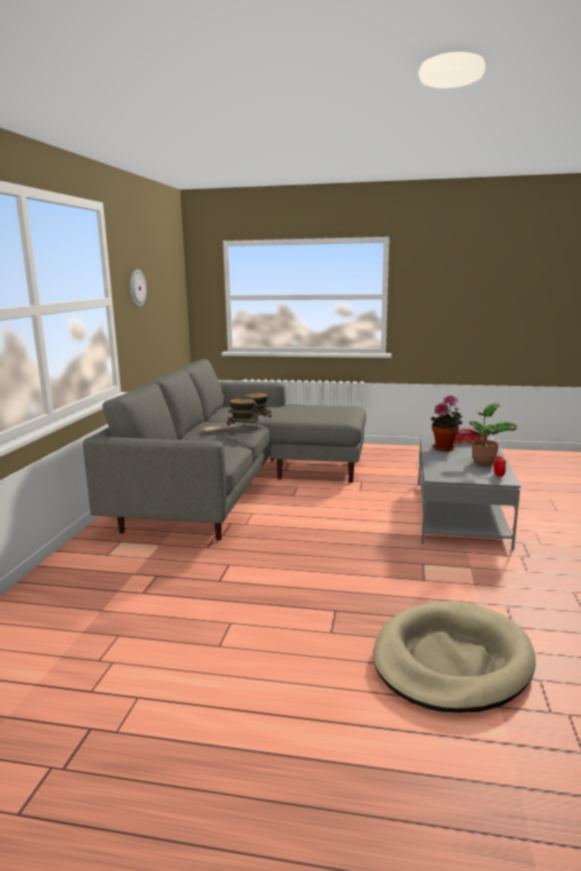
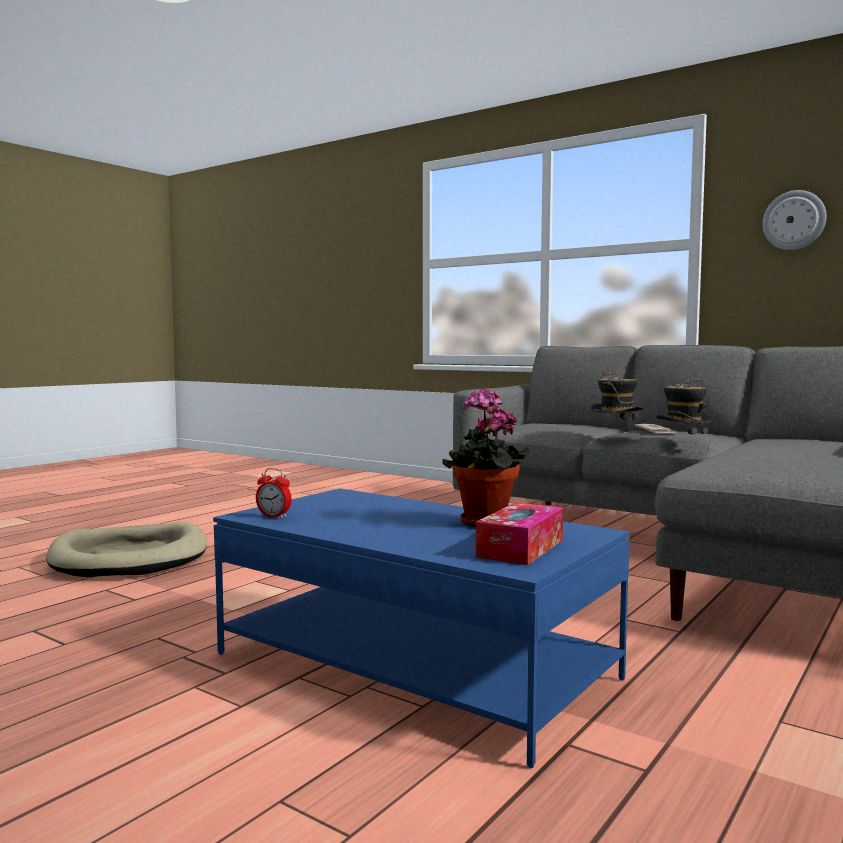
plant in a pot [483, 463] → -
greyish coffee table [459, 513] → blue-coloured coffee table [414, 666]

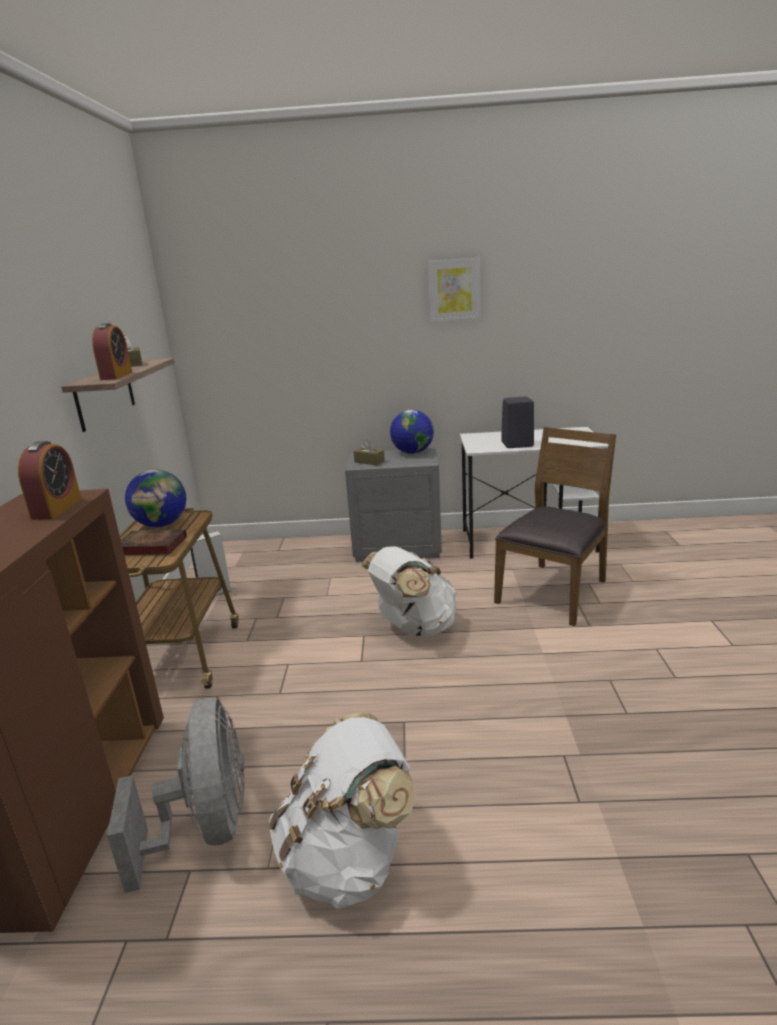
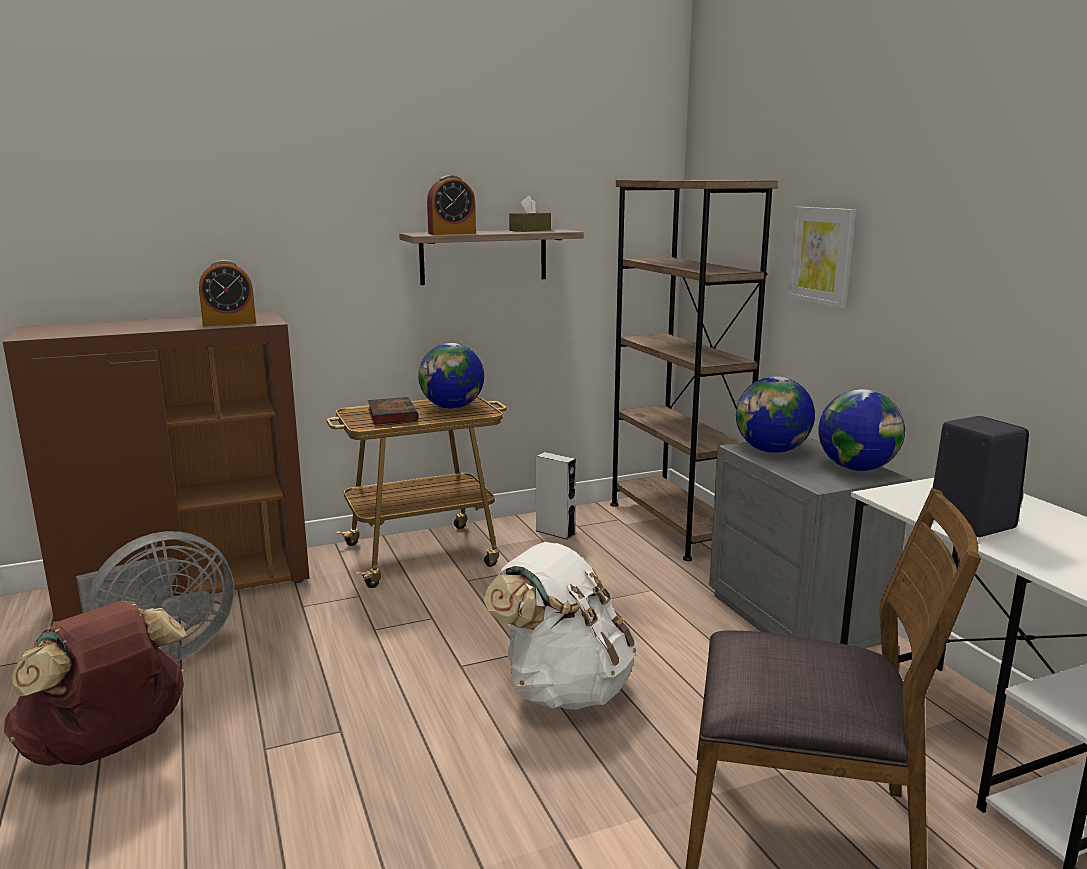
- → brown shelving unit [674, 525]
picture [454, 290] → picture [822, 256], relocated
brown box of tissues [369, 462] → desk globe [772, 451]
whitish knapsack [347, 859] → brown knapsack [109, 746]

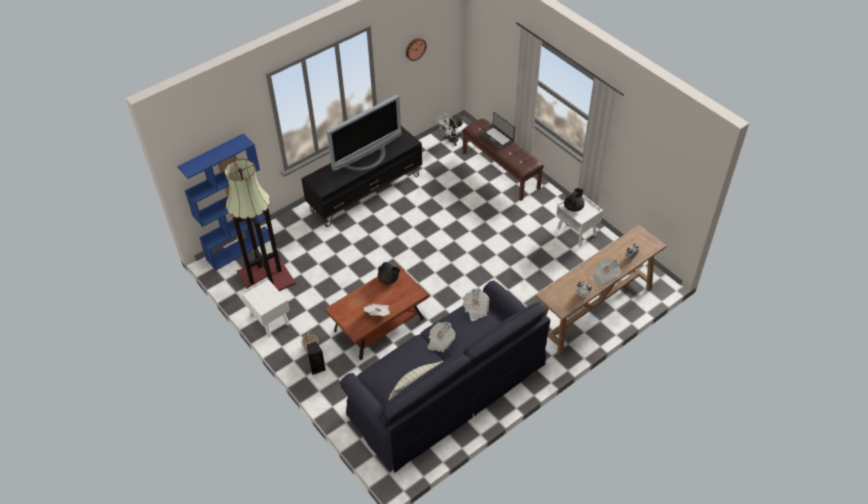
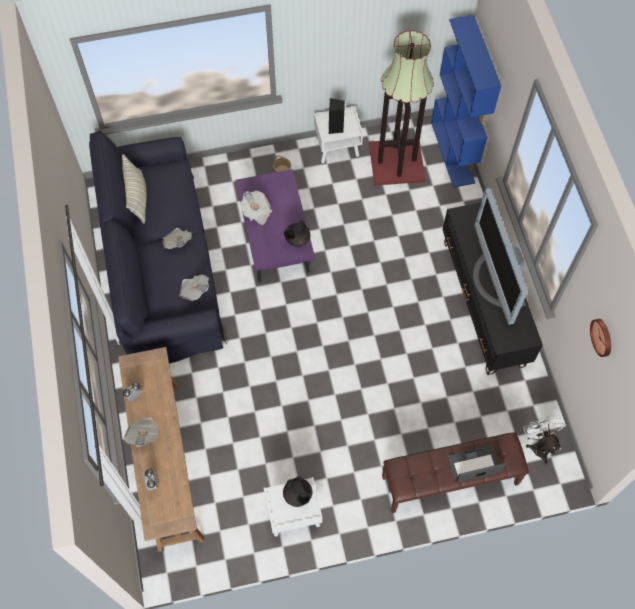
blackish speaker [317, 367] → blackish speaker [336, 128], relocated
brown coffee table [379, 325] → purplish coffee table [275, 239]

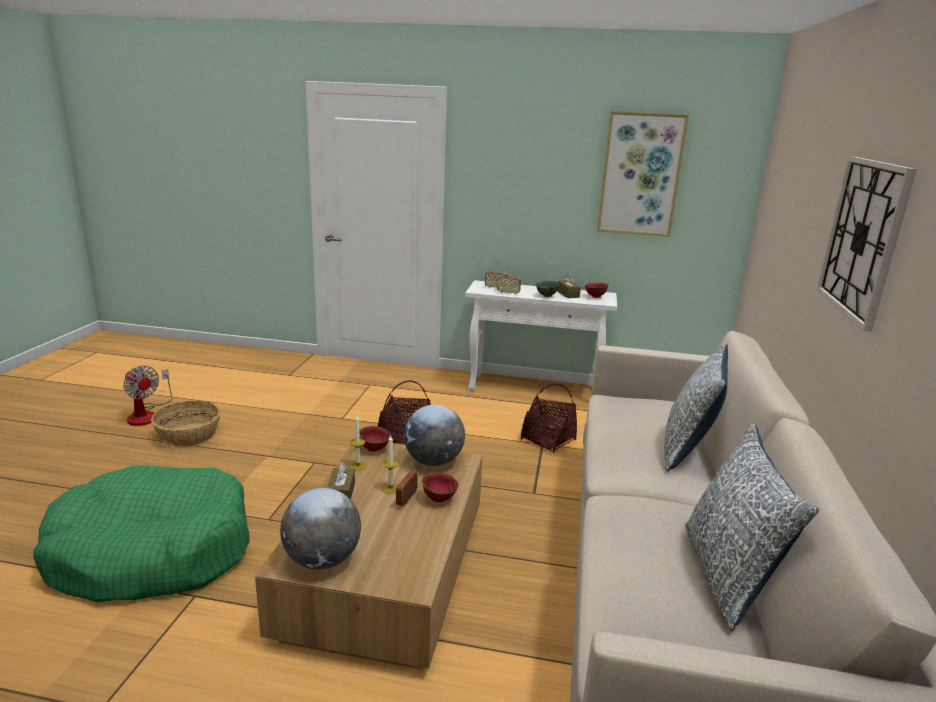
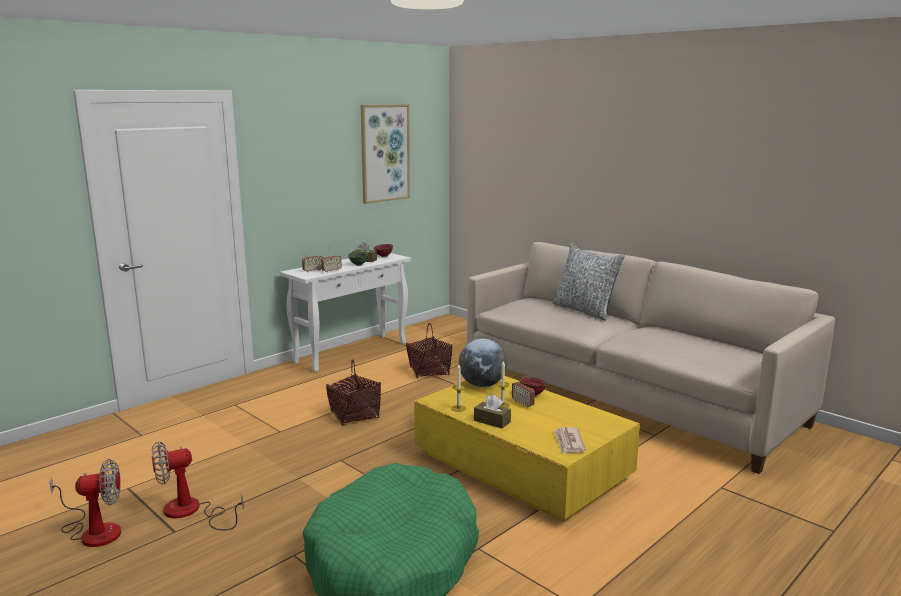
reddish deep dish [374, 449] → -
cushion [728, 576] → -
clock on the wall [863, 238] → -
household basket [189, 435] → electric fan [191, 512]
desk globe [322, 560] → daily paper [569, 442]
brown coffee table [386, 571] → yellowish coffee table [522, 466]

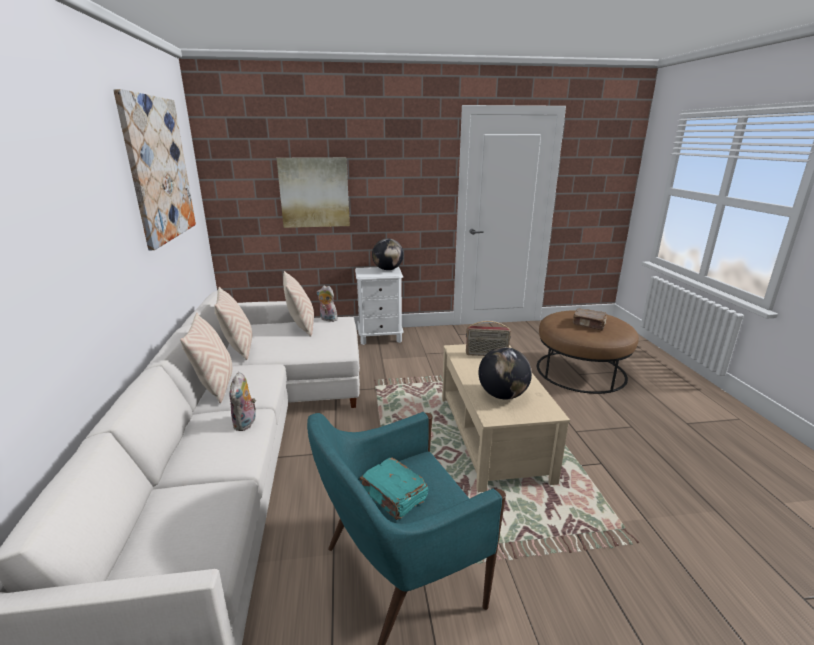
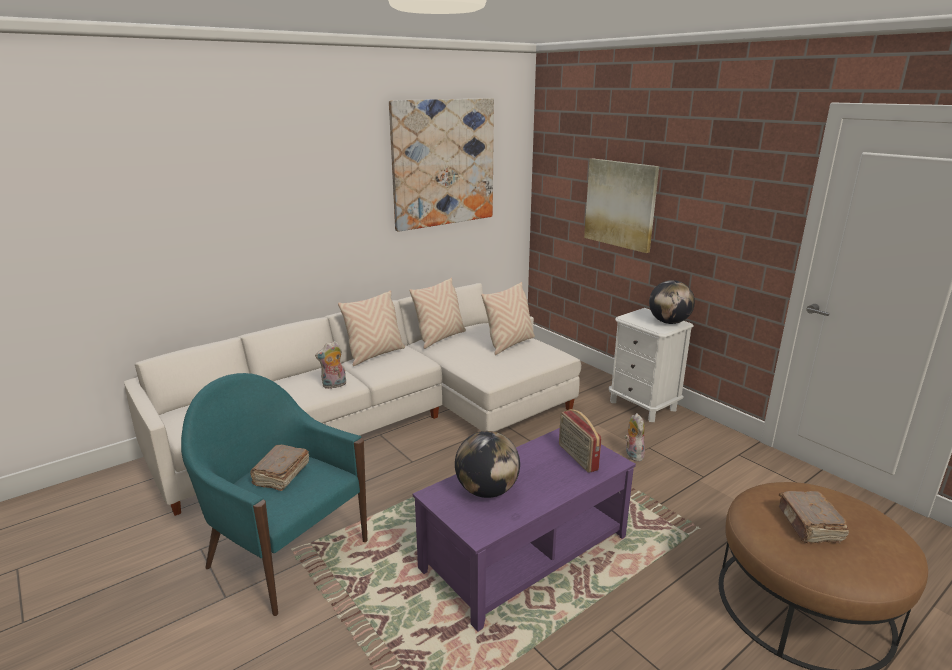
soft toy [327, 319] → soft toy [632, 454], relocated
turquoise-coloured bound book [394, 496] → brown bound book [281, 475]
beige coffee table [490, 436] → purplish coffee table [524, 551]

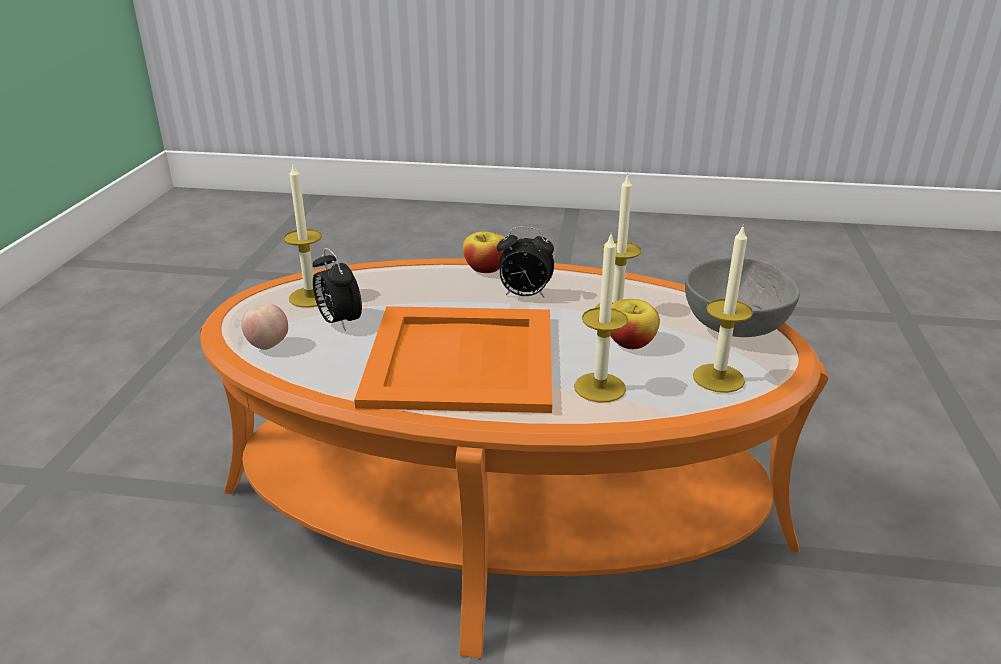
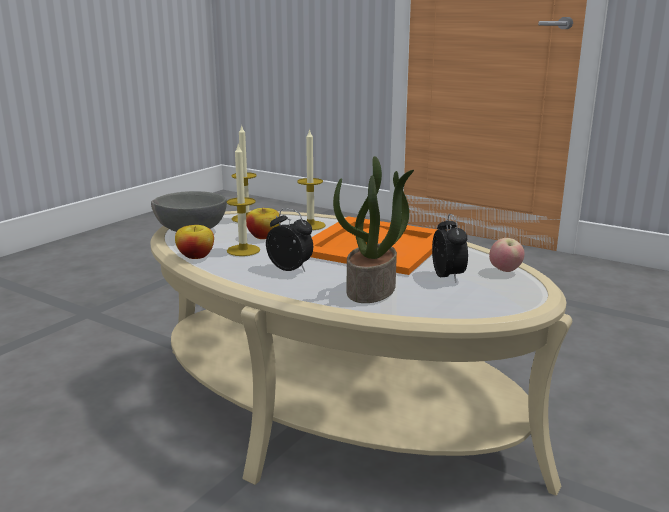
wax light [310, 297] → -
- → plant in a pot [372, 290]
apple [486, 269] → apple [196, 256], relocated
orange-coloured coffee table [499, 514] → beige coffee table [334, 409]

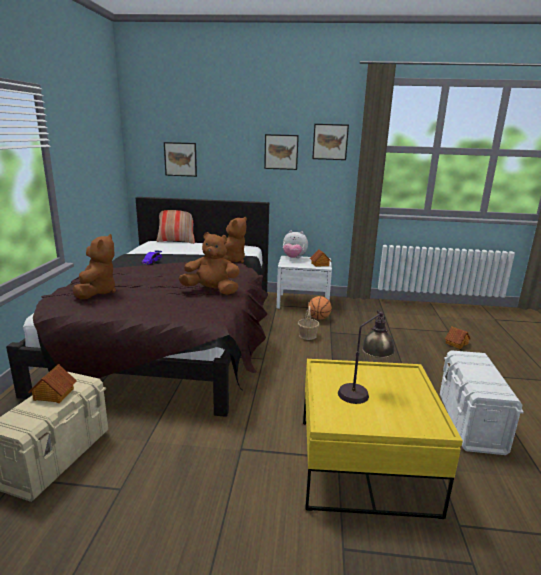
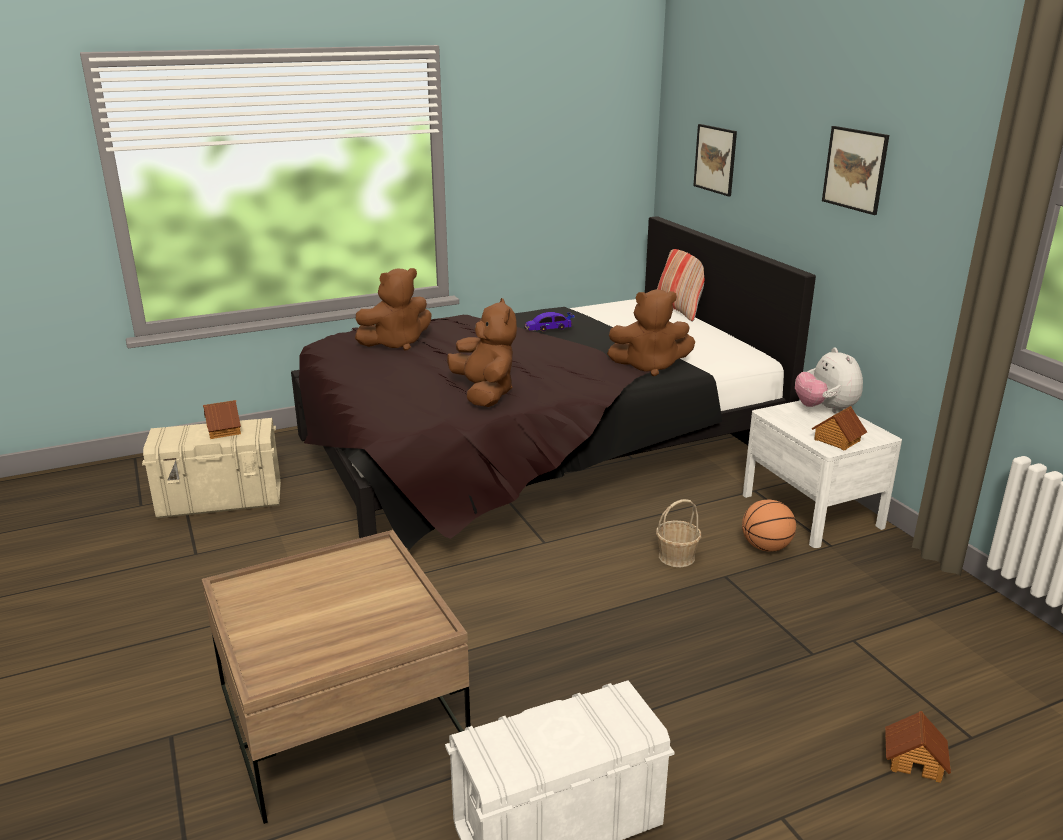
picture [330, 142] → -
tabletop lamp [363, 392] → -
yellowish coffee table [364, 464] → brown coffee table [341, 716]

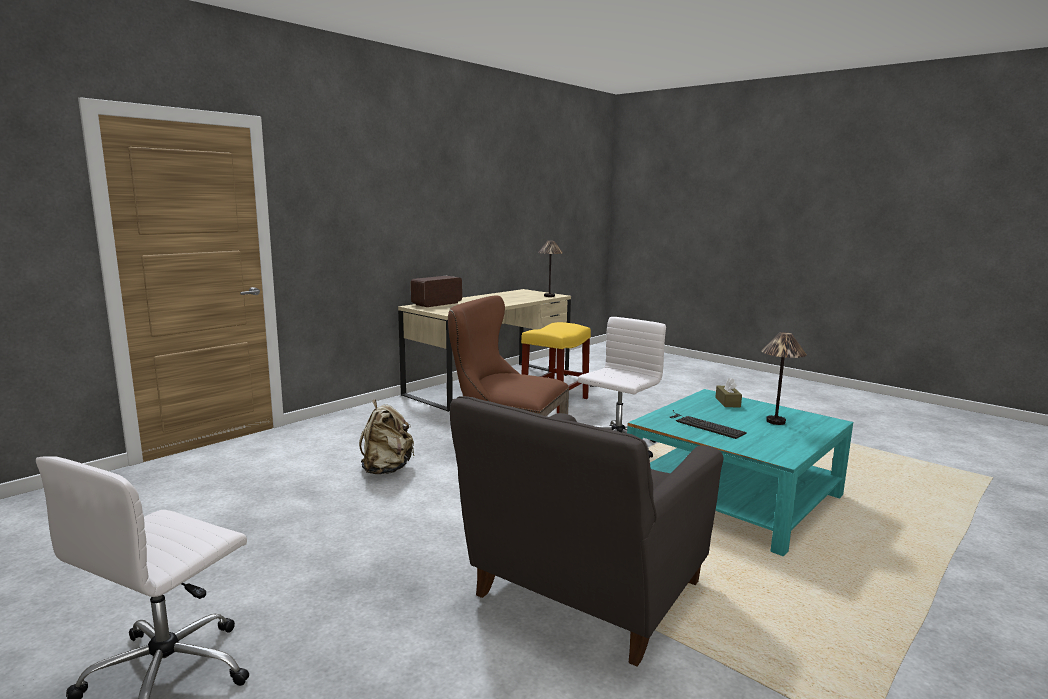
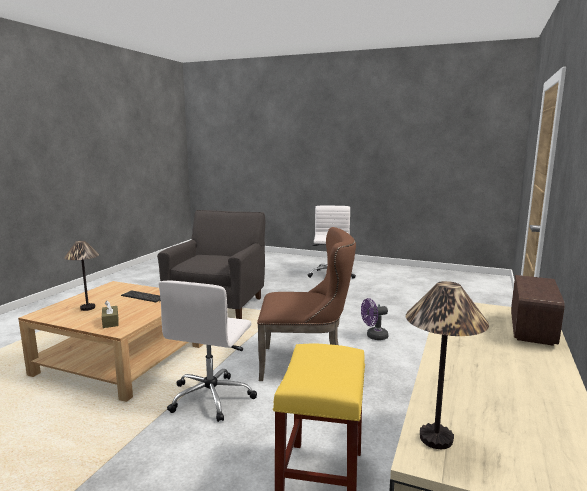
beige knapsack [386, 469] → purplish electric fan [374, 336]
turquoise-coloured coffee table [734, 497] → beige coffee table [121, 360]

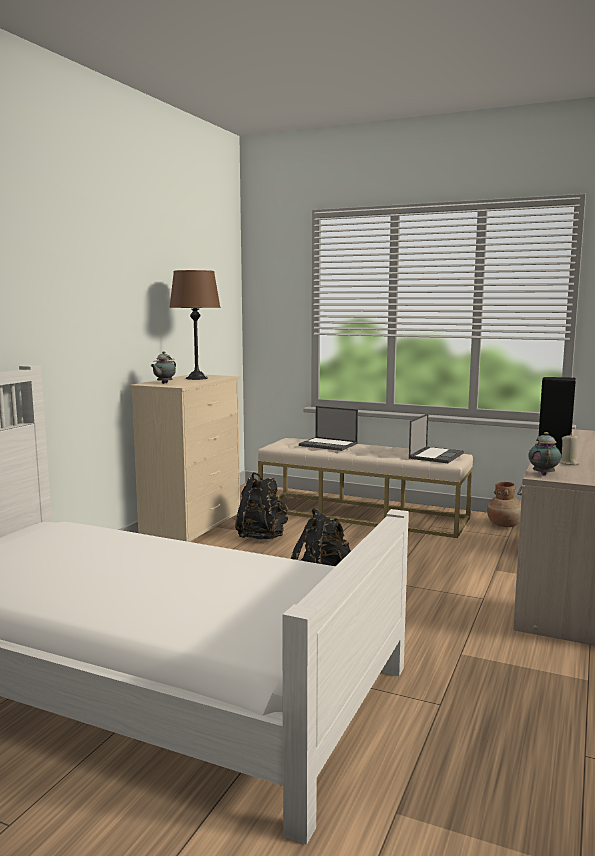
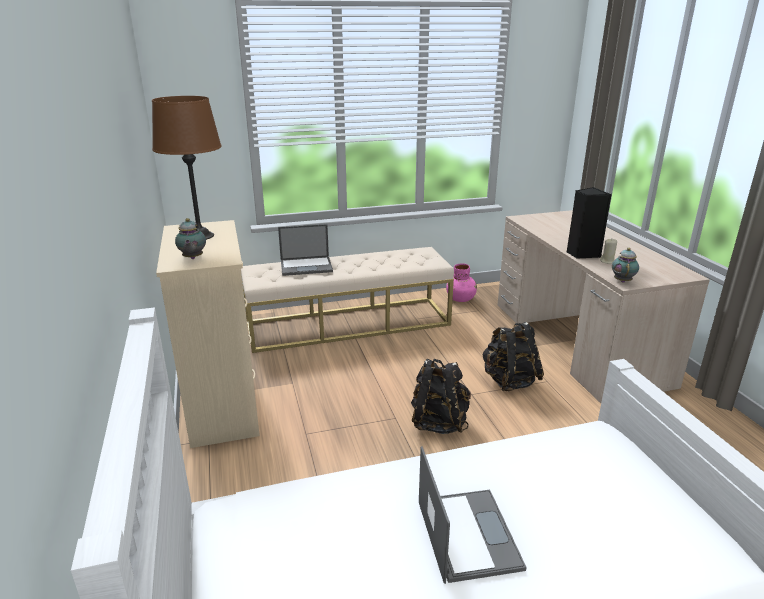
blackish knapsack [262, 536] → blackish knapsack [509, 381], relocated
notebook computer [436, 455] → notebook computer [467, 533], relocated
brown vase [505, 525] → pinkish vase [460, 299]
tea pot [543, 474] → tea pot [622, 280], 45 degrees clockwise

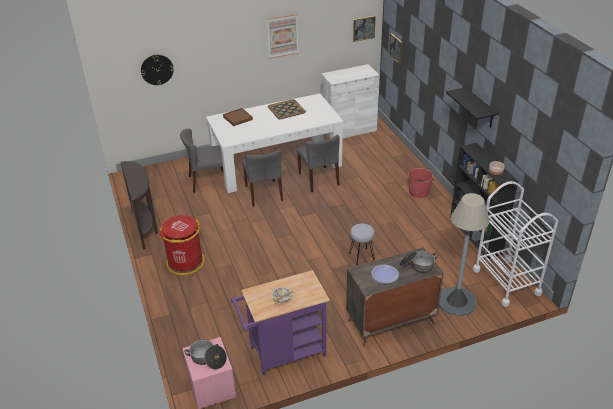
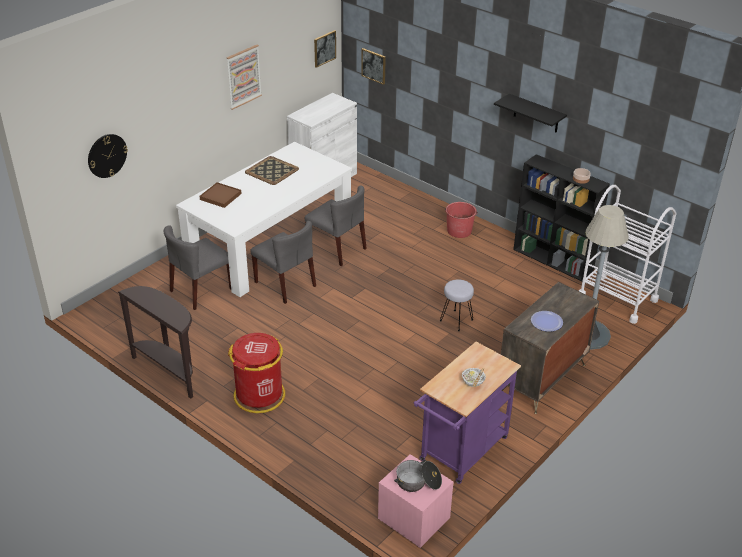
stockpot [417, 266] → -

